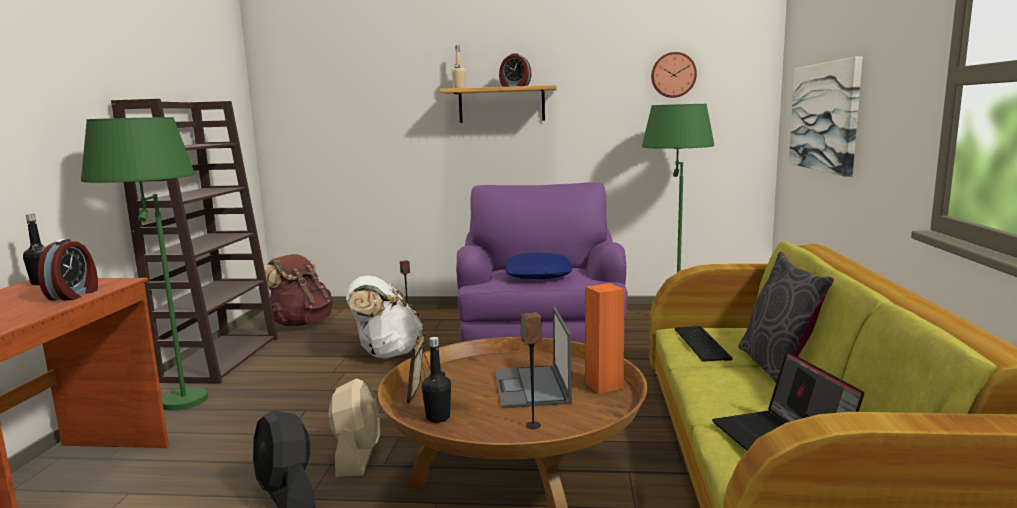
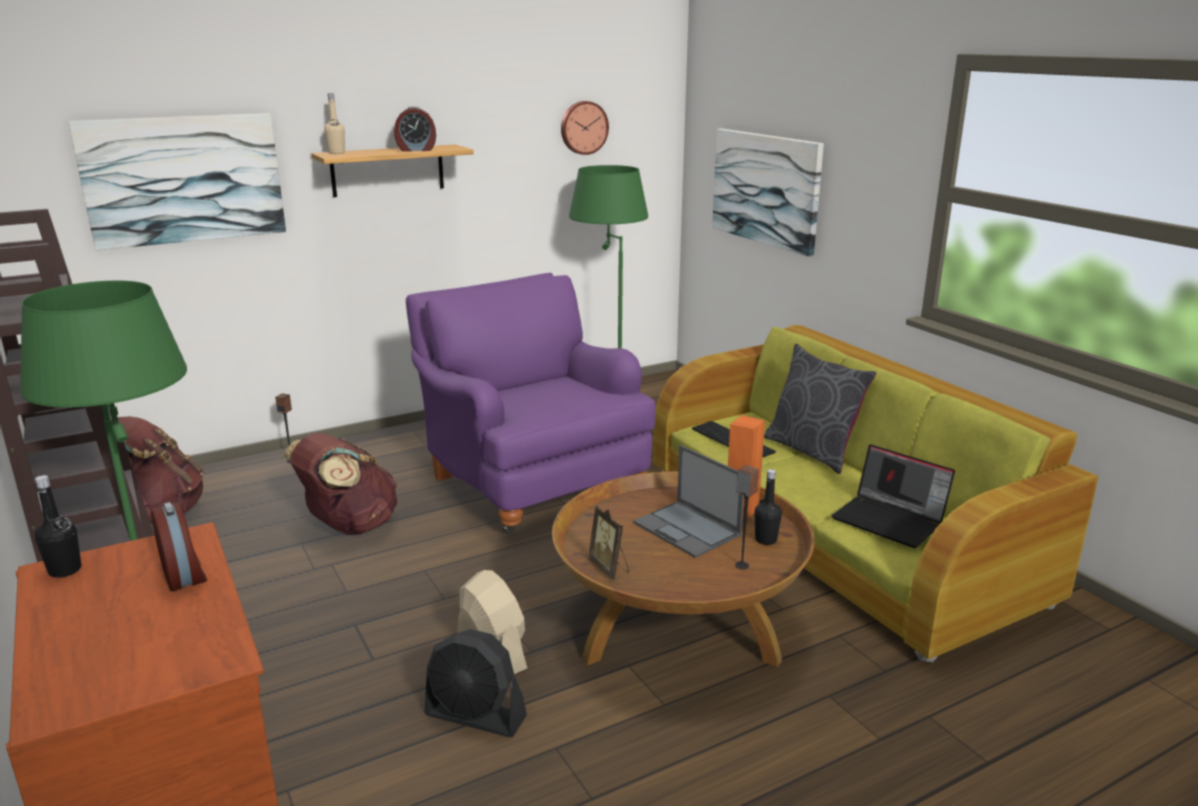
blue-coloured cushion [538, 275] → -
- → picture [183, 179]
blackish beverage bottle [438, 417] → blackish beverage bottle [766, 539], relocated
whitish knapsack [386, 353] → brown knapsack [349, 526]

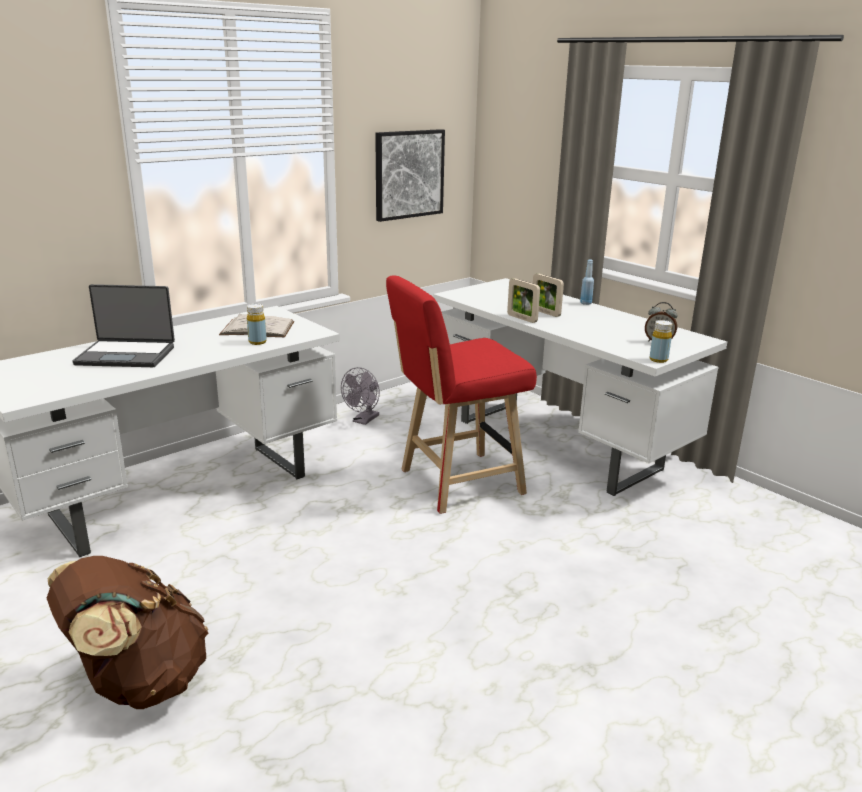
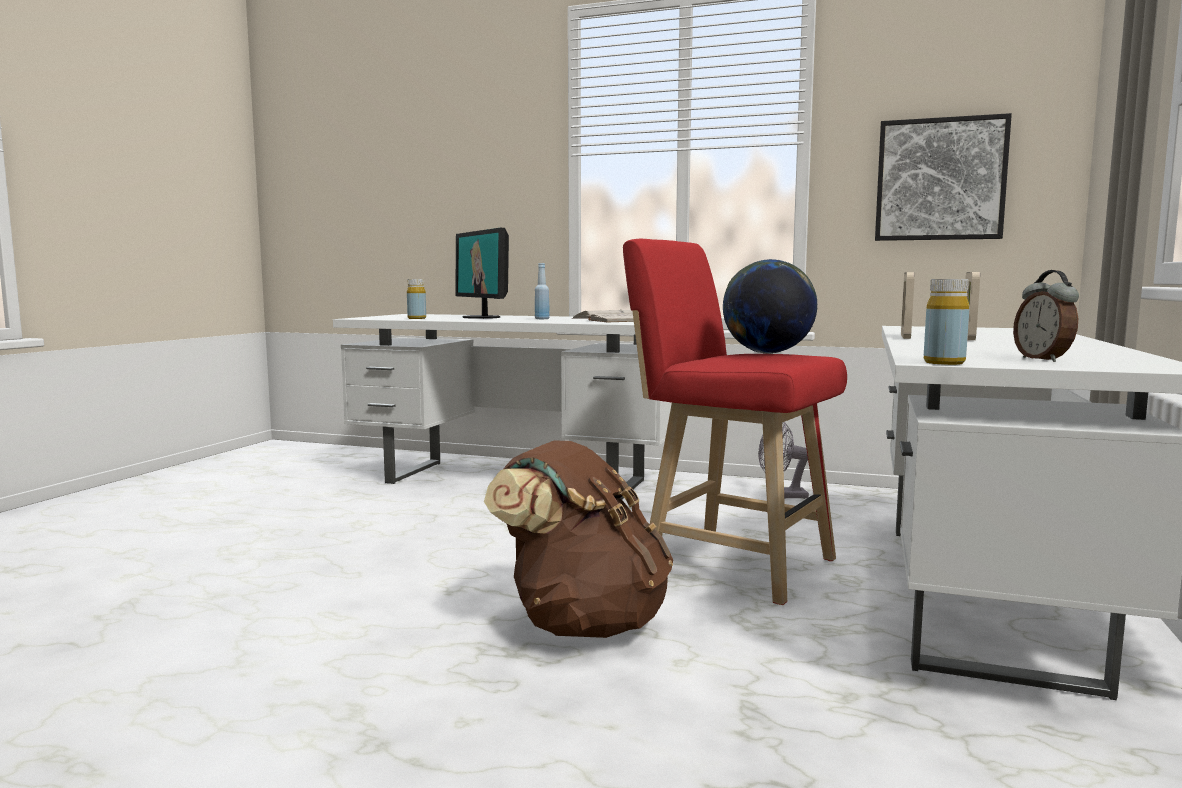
- → desk globe [767, 353]
brown knapsack [138, 682] → brown knapsack [582, 623], relocated
yellowish beverage bottle [257, 342] → yellowish beverage bottle [417, 318], relocated
blue-coloured beverage bottle [586, 303] → blue-coloured beverage bottle [542, 319], relocated
notebook computer [127, 355] → computer screen [482, 317]

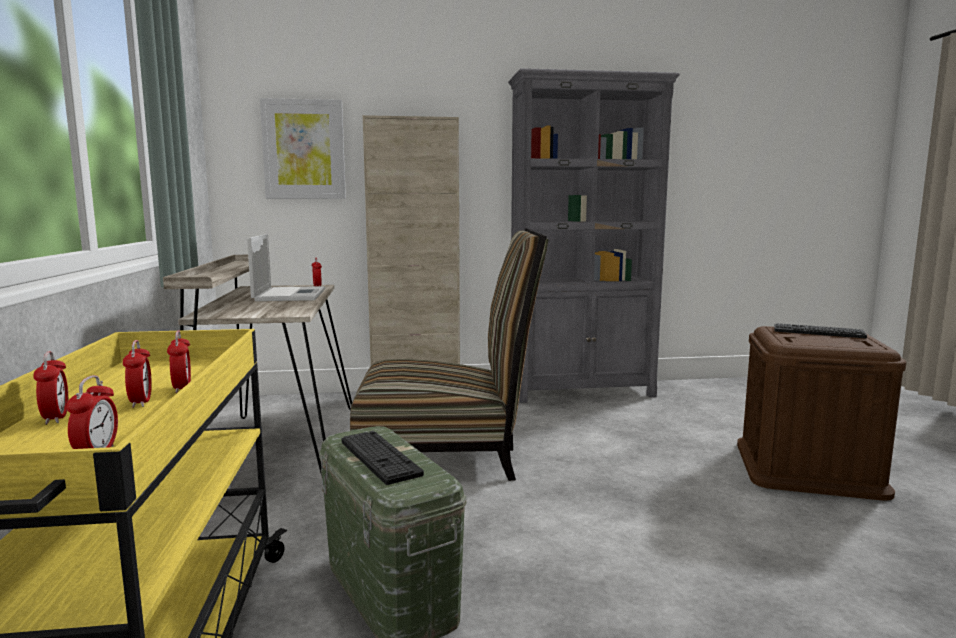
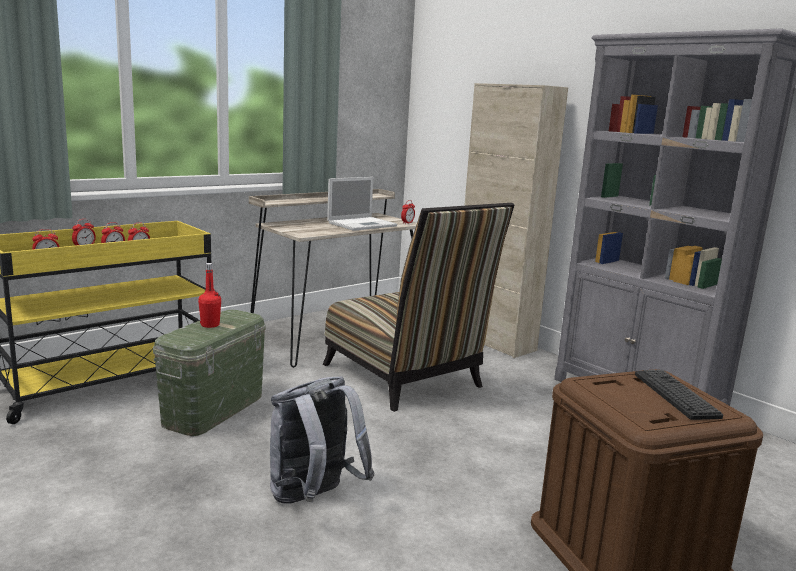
picture [304, 149] → -
- → greyish knapsack [313, 498]
keyboard [380, 457] → reddish beverage bottle [210, 325]

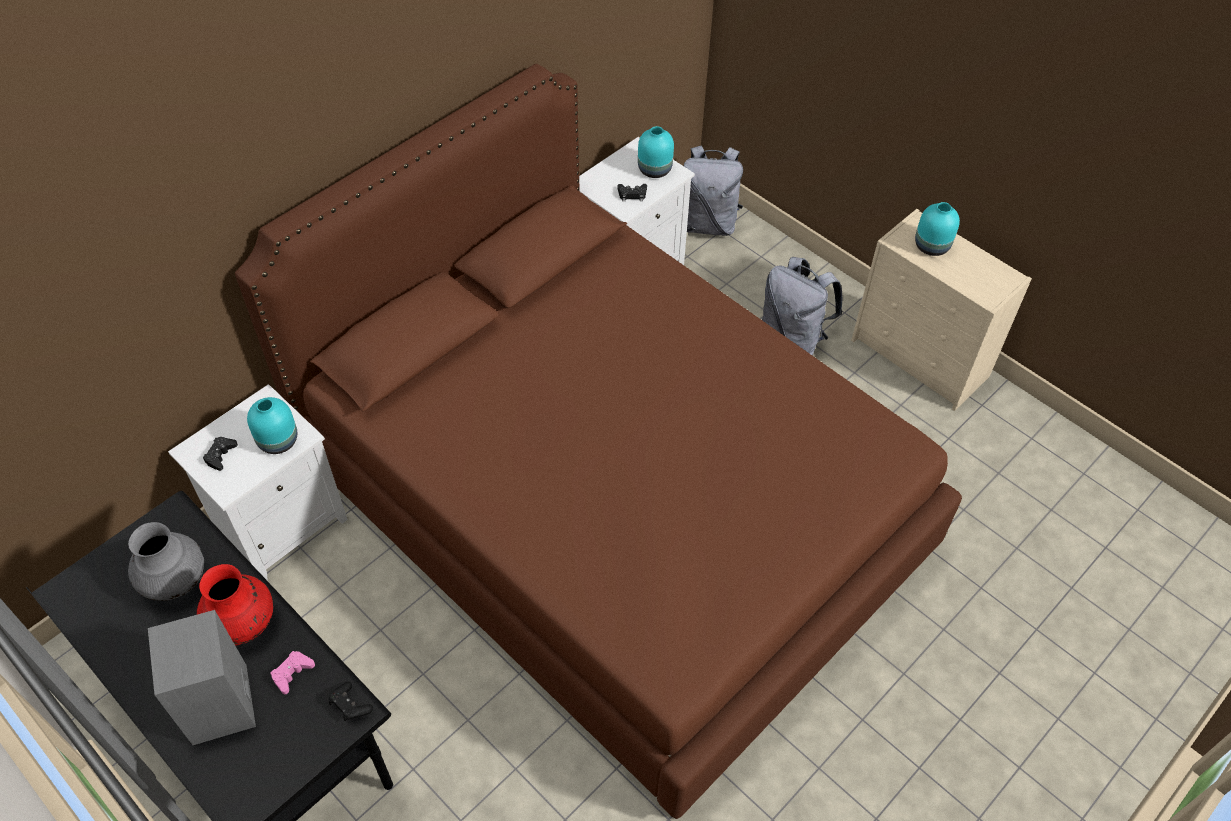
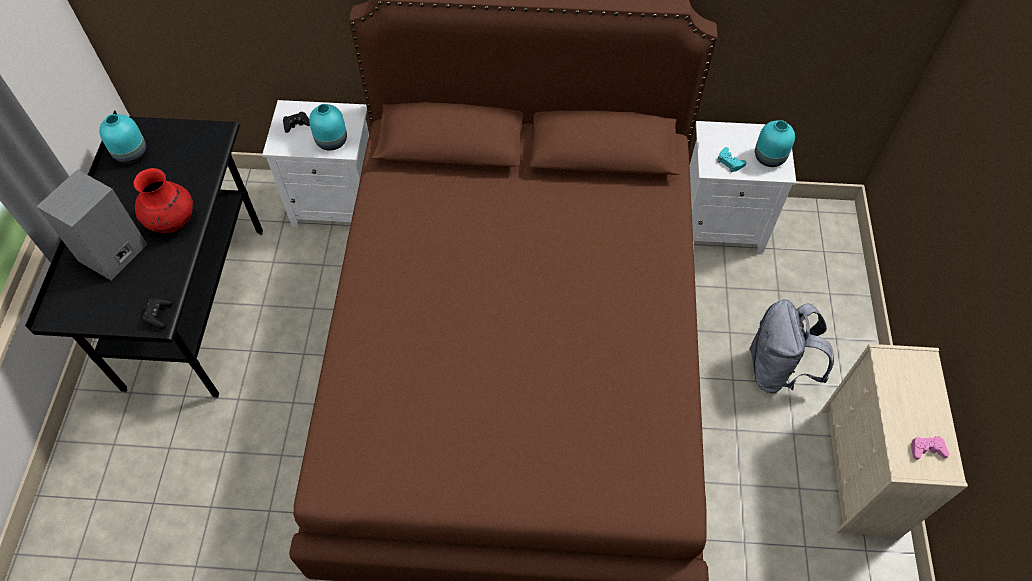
greyish vase [176, 581] → -
greyish knapsack [708, 223] → -
pinkish gamepad [292, 673] → pinkish gamepad [926, 449], relocated
turquoise-coloured vase [931, 246] → turquoise-coloured vase [130, 153], relocated
blackish gamepad [632, 194] → turquoise-coloured gamepad [729, 162]

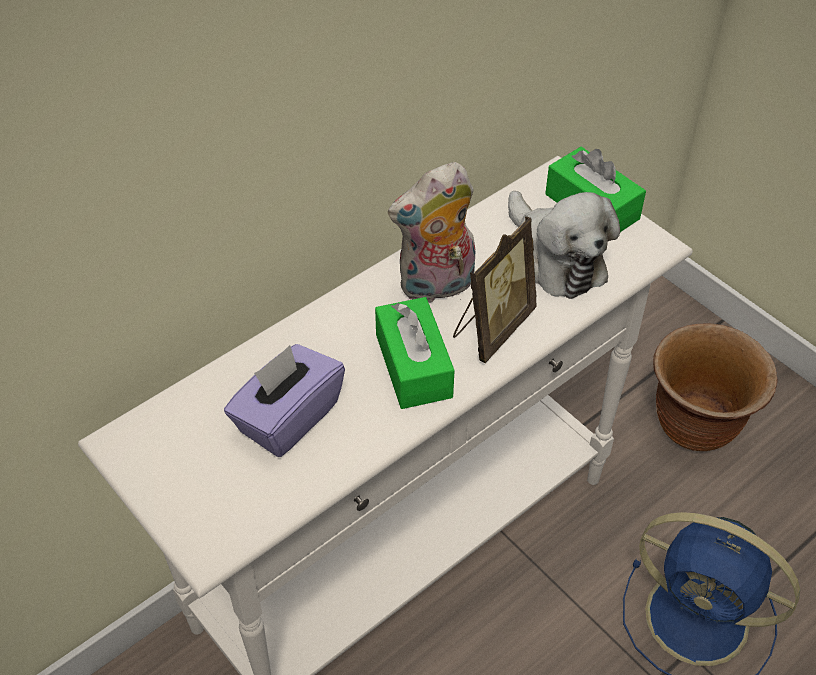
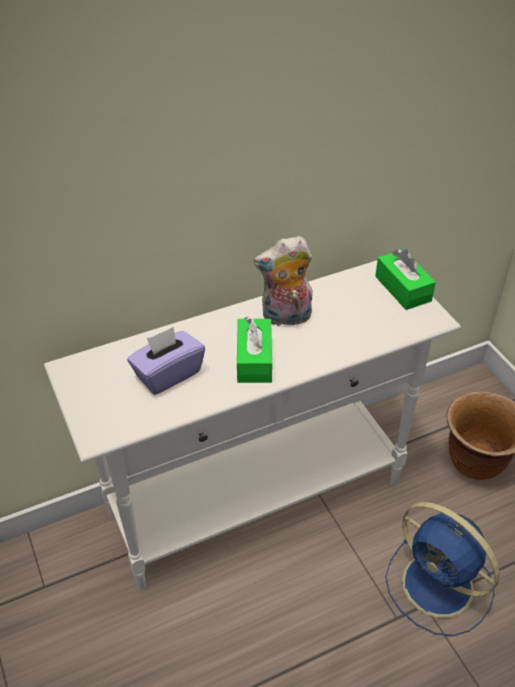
picture frame [491, 328] → -
soft toy [554, 258] → -

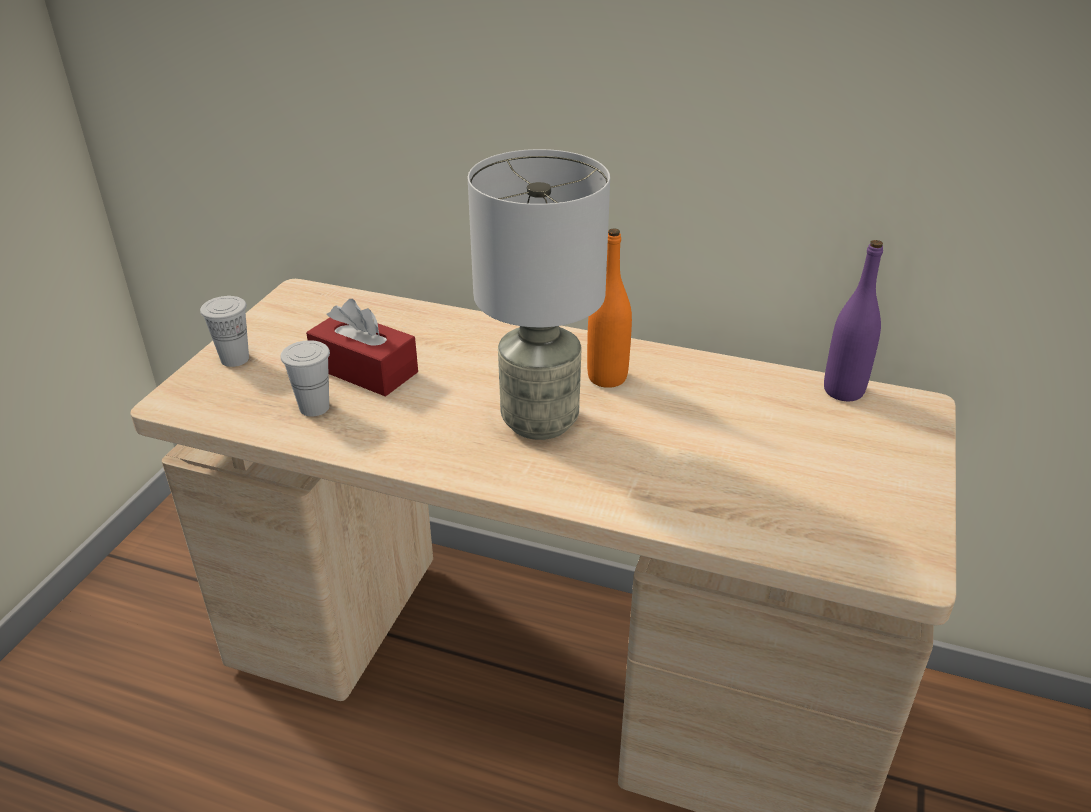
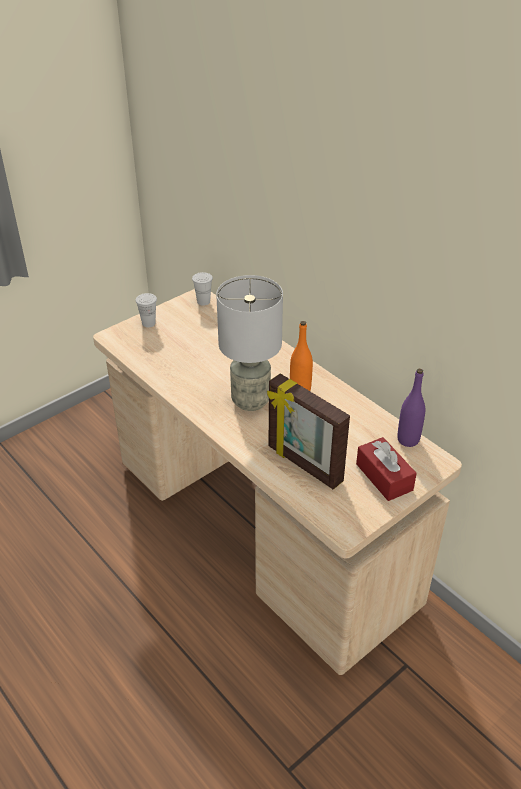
- → picture frame [303, 465]
whitish small cup [314, 407] → whitish small cup [203, 301], relocated
reddish box of tissues [365, 370] → reddish box of tissues [384, 477], relocated

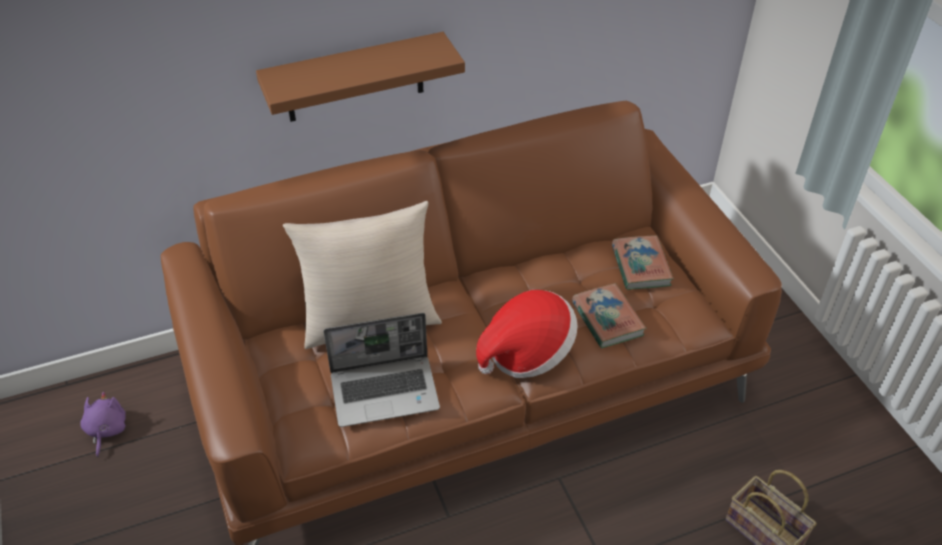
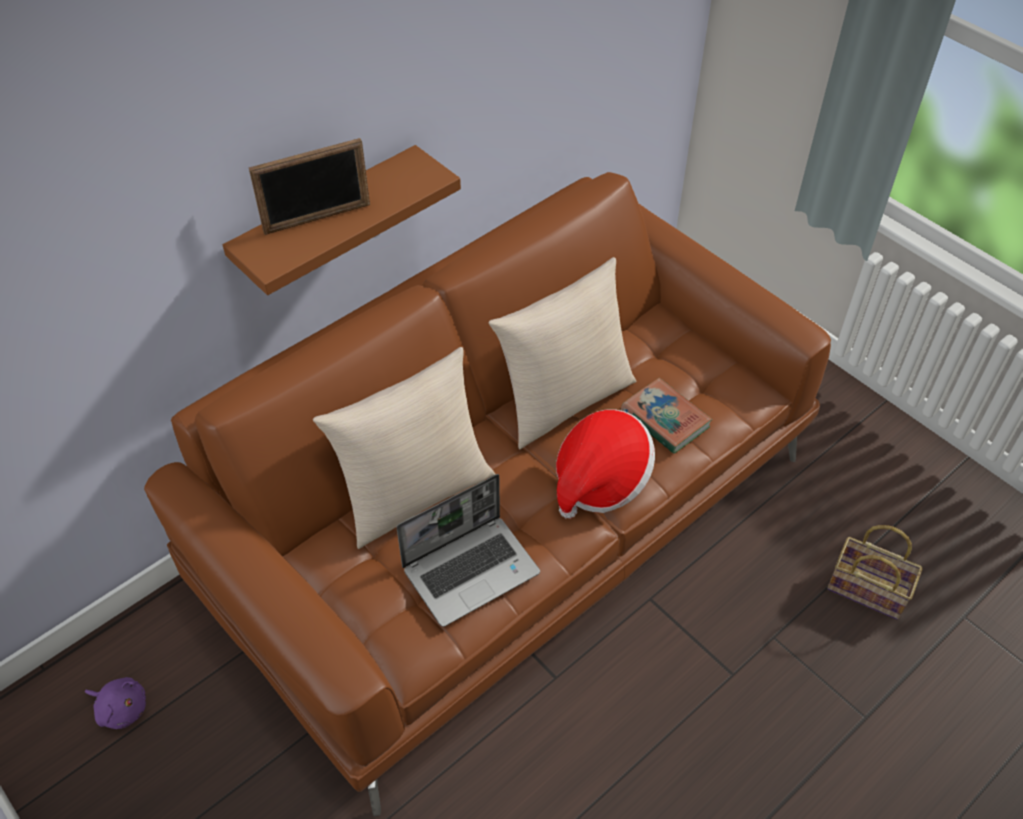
bound book [640, 266] → -
- → picture frame [317, 218]
- → beige cushion [564, 400]
purplish soft toy [106, 430] → purplish soft toy [121, 708], 135 degrees clockwise

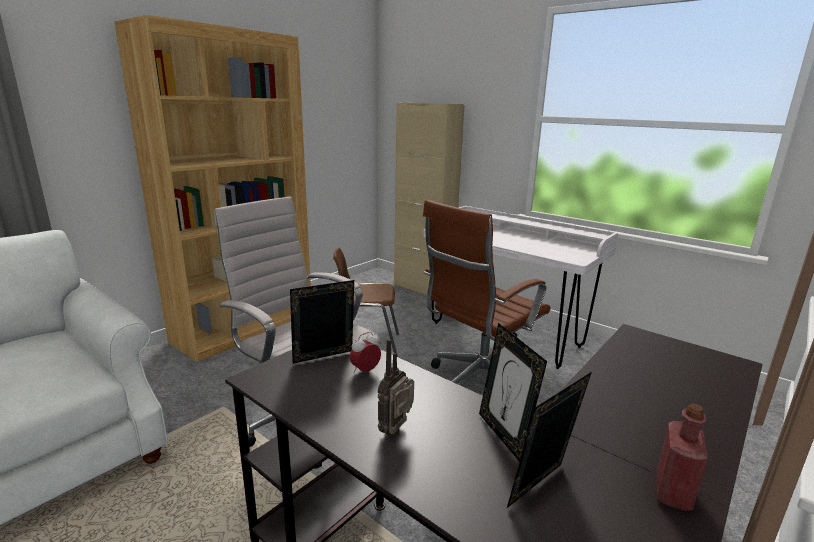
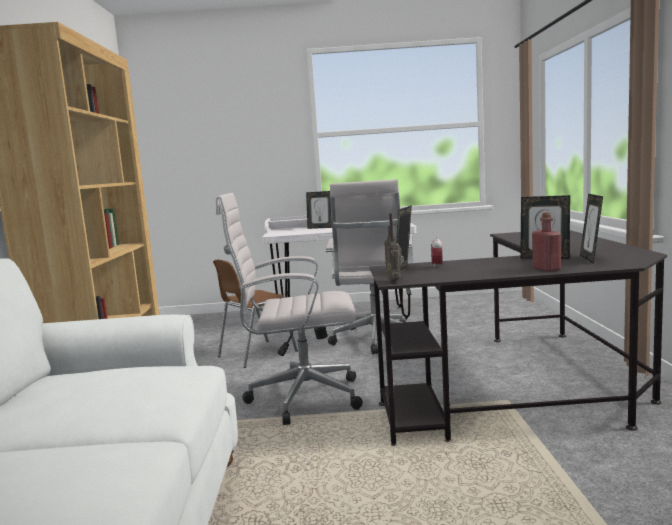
beige cabinet [423, 288] → -
- → picture frame [321, 228]
radio [397, 430] → radio [395, 281], relocated
reddish beverage bottle [672, 492] → reddish beverage bottle [546, 269], relocated
brown computer chair [477, 384] → whitish computer chair [375, 340]

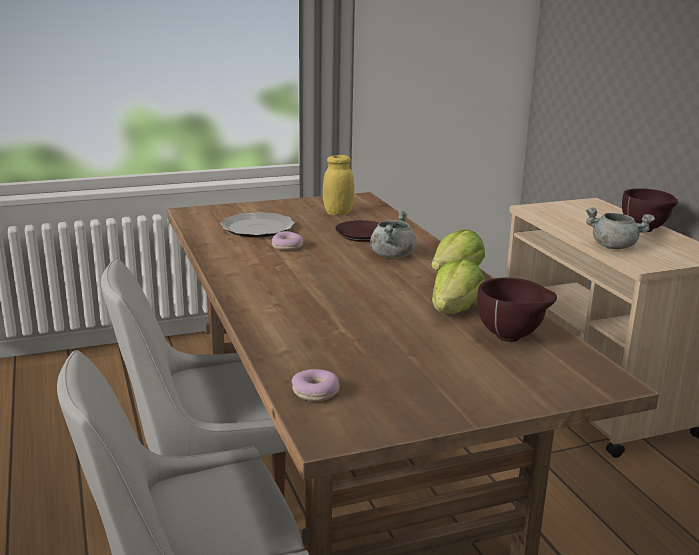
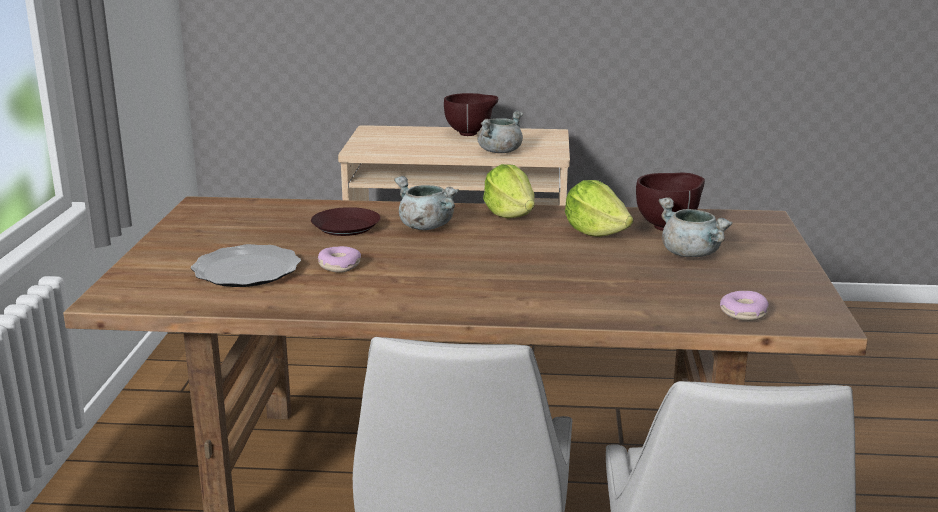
yellowish storage jar [338, 213] → -
- → greyish stockpot [692, 254]

